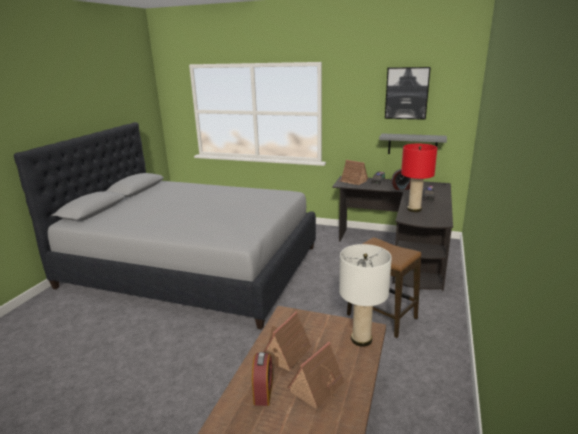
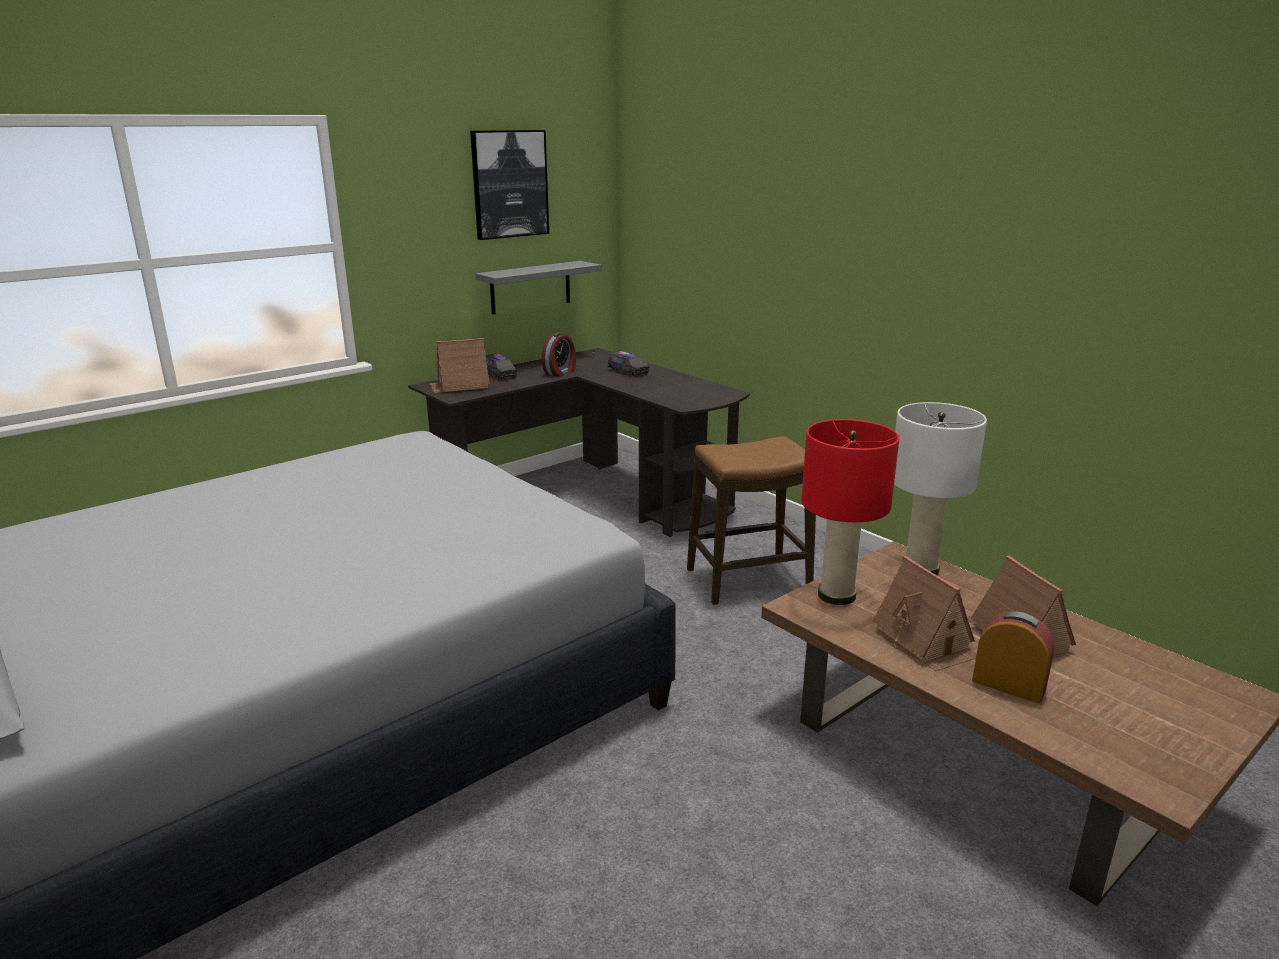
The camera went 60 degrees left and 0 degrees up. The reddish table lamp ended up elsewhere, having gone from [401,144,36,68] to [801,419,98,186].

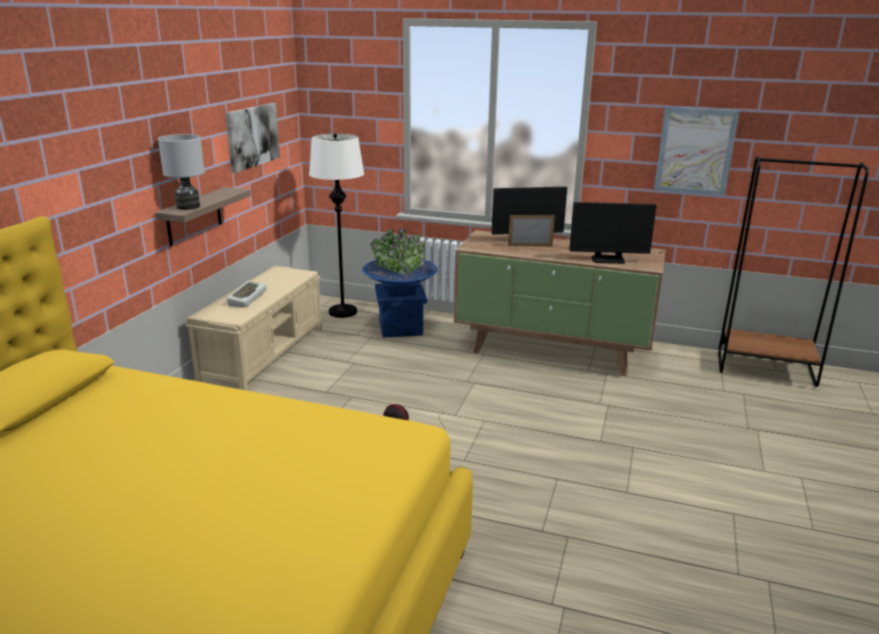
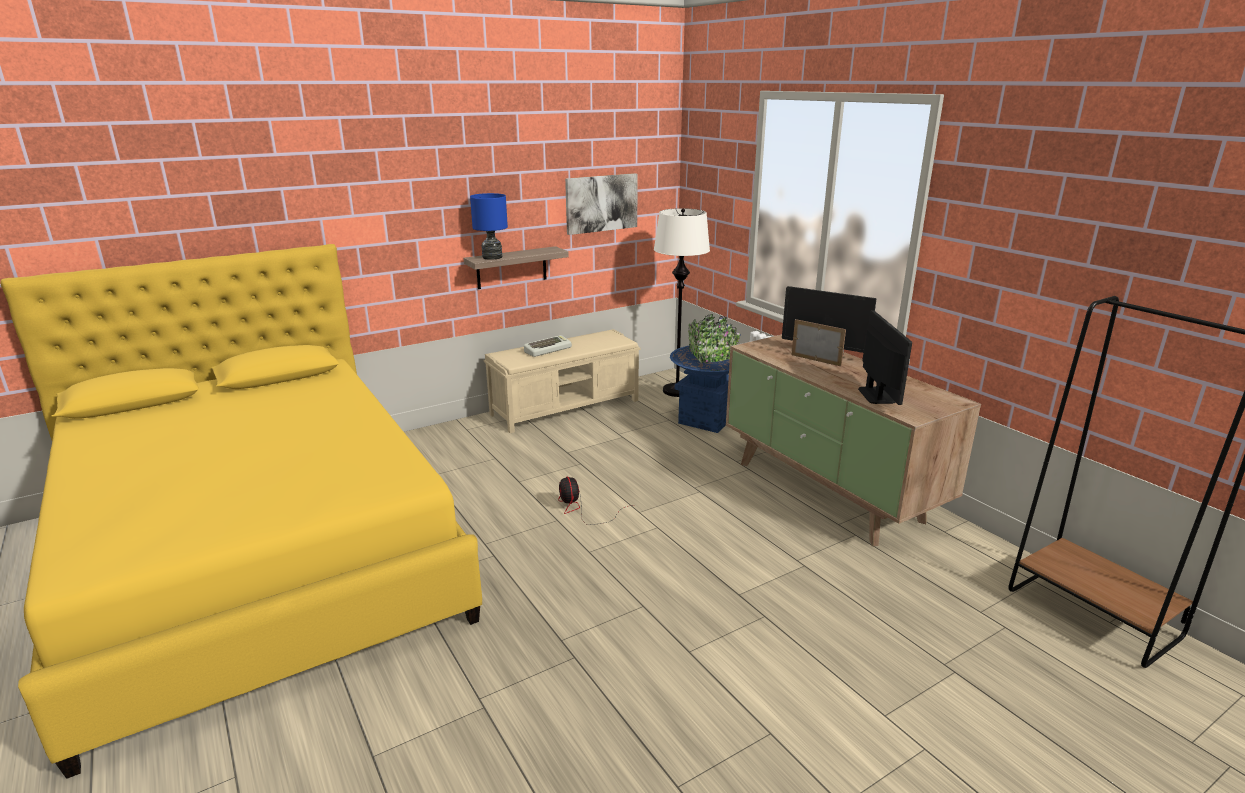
The camera went 40 degrees right and 0 degrees up. The second view lost the wall art at [654,107,86,89]. What was the grey table lamp at [158,134,47,76] turned into the bluish table lamp at [470,193,38,67]. The computer screen at [569,202,88,62] ended up facing another way, 135 degrees counterclockwise from before.

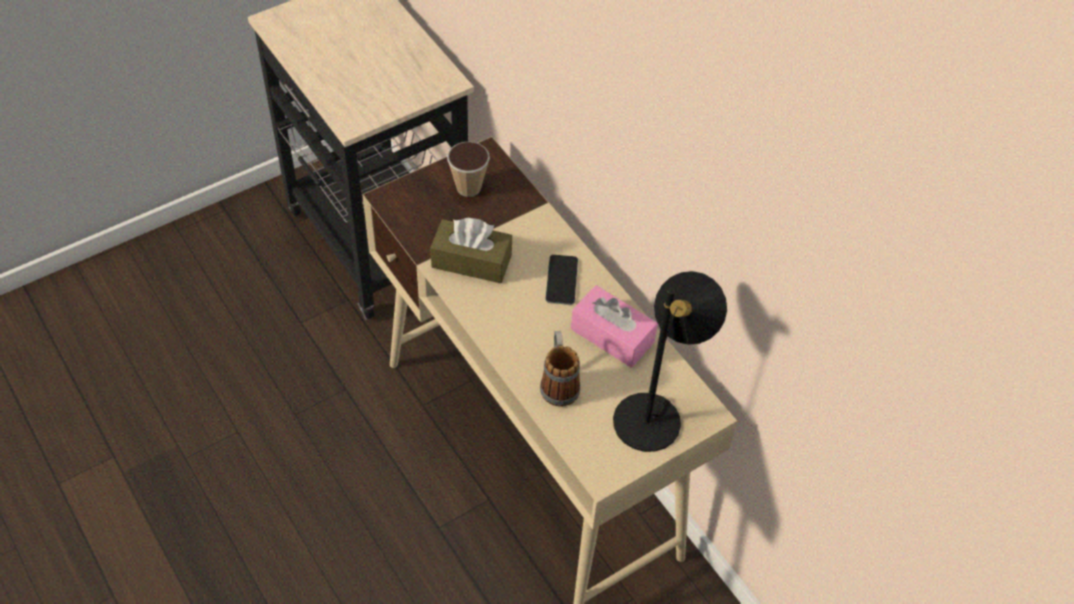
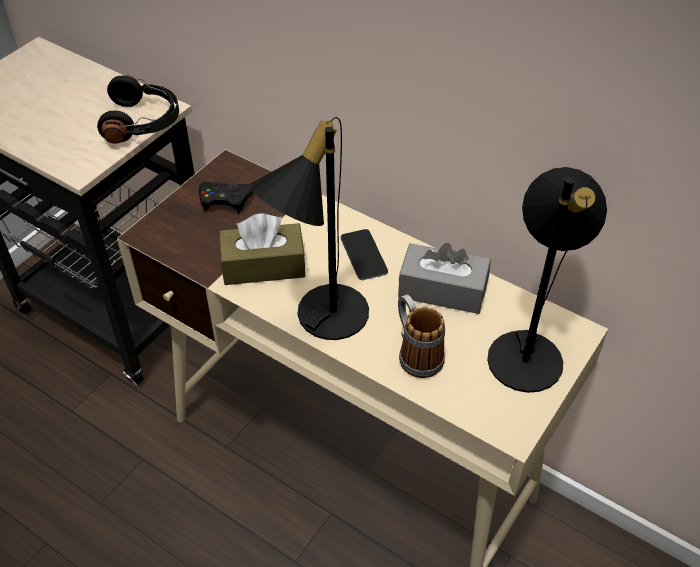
The camera went 20 degrees left and 5 degrees down. The second view gained the blackish headphones at [97,76,82,68]. The second view gained the blackish table lamp at [250,117,119,223]. Where the small cup stood at [447,142,43,55], the blackish joypad came to stand at [199,181,54,33]. What was the pinkish tissue box at [571,285,87,83] turned into the grey tissue box at [398,243,93,71].

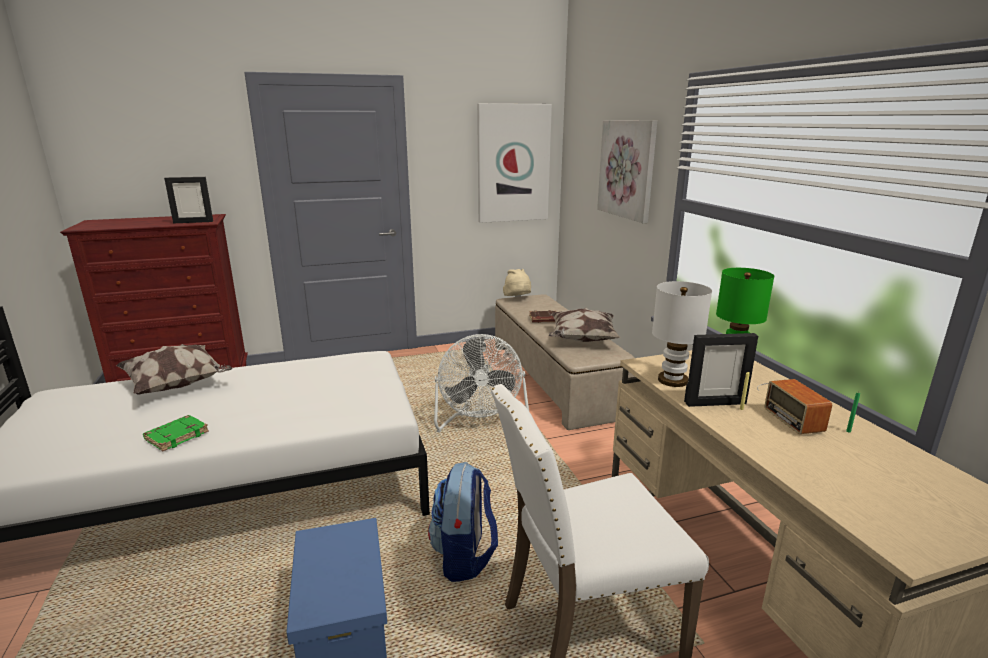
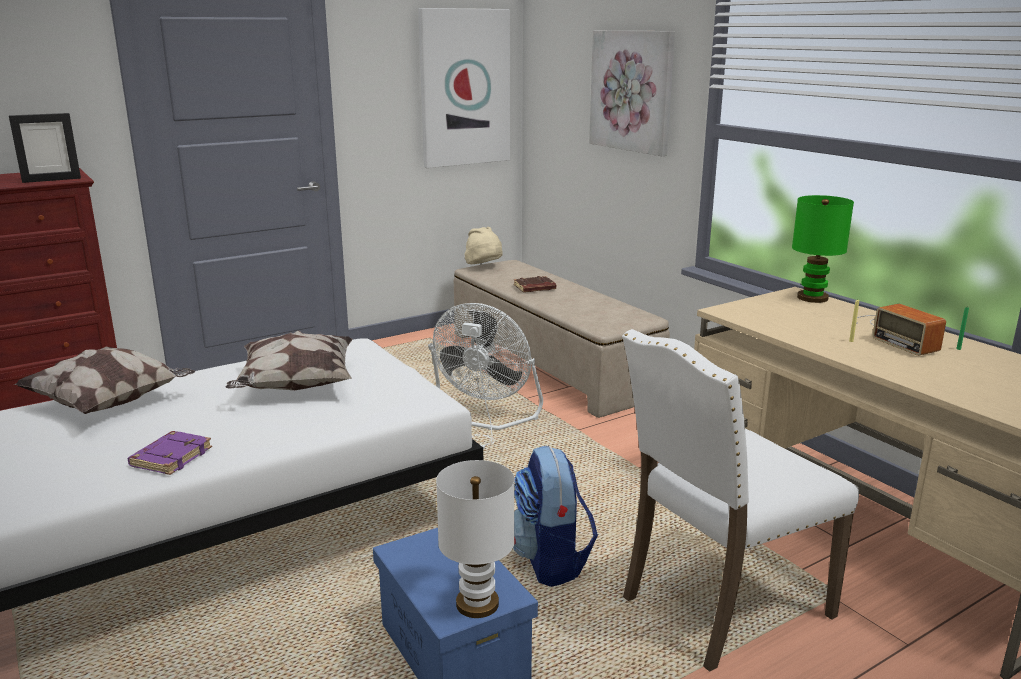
The camera went 15 degrees left and 0 degrees up. The second view lost the picture frame at [684,333,74,74]. The throw pillow ended up elsewhere, having gone from [549,308,72,34] to [225,331,127,59]. The white table lamp ended up elsewhere, having gone from [652,281,60,106] to [436,460,79,158]. What was the greenish bound book at [143,415,66,36] turned into the purple bound book at [128,431,84,44]. The white cooling fan at [434,334,95,98] ended up facing another way, 135 degrees counterclockwise from before.

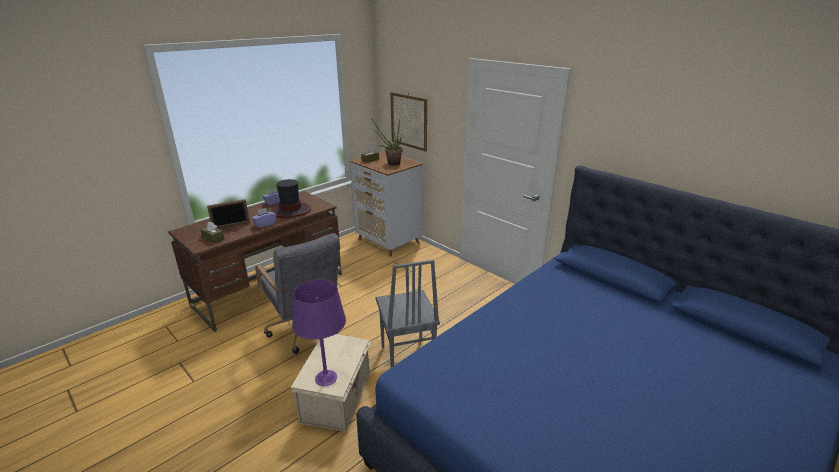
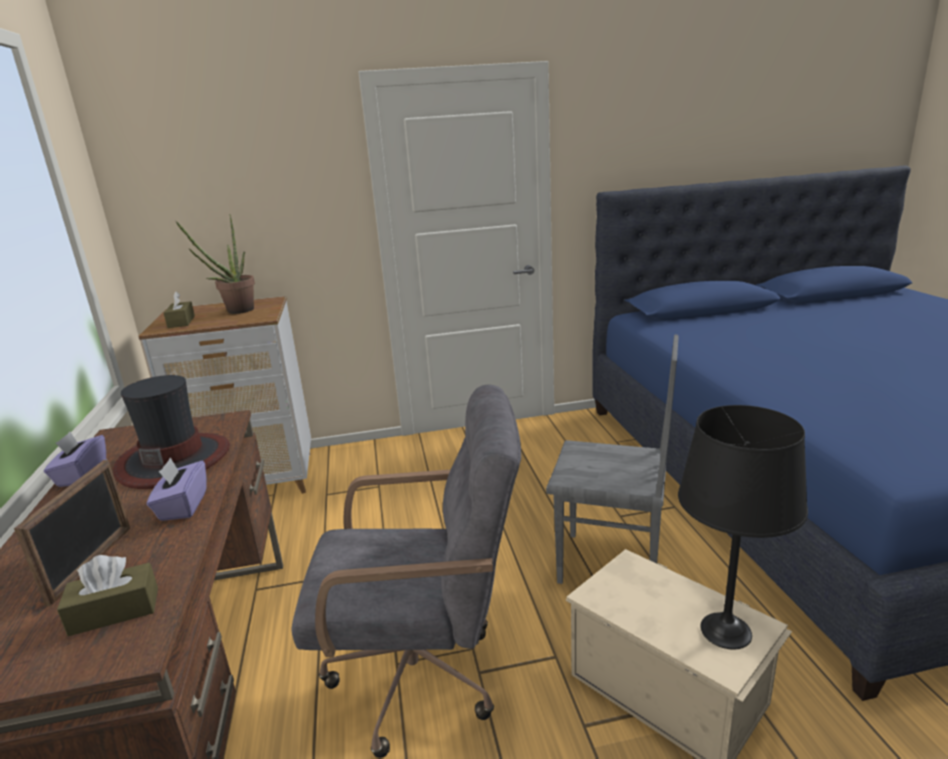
The camera went 55 degrees left and 5 degrees down. The second view lost the wall art at [390,92,37,60]. What was the purple table lamp at [292,280,54,106] turned into the blackish table lamp at [678,405,130,245].

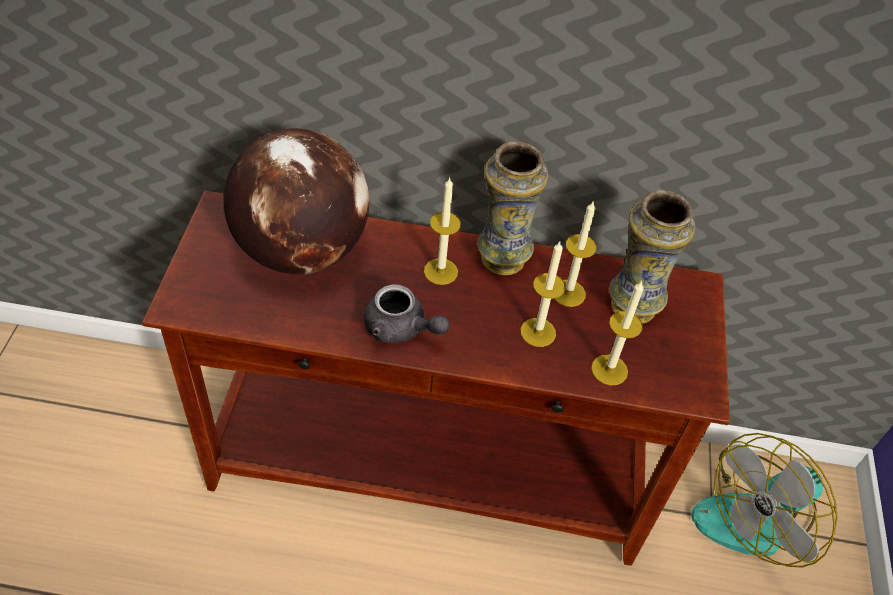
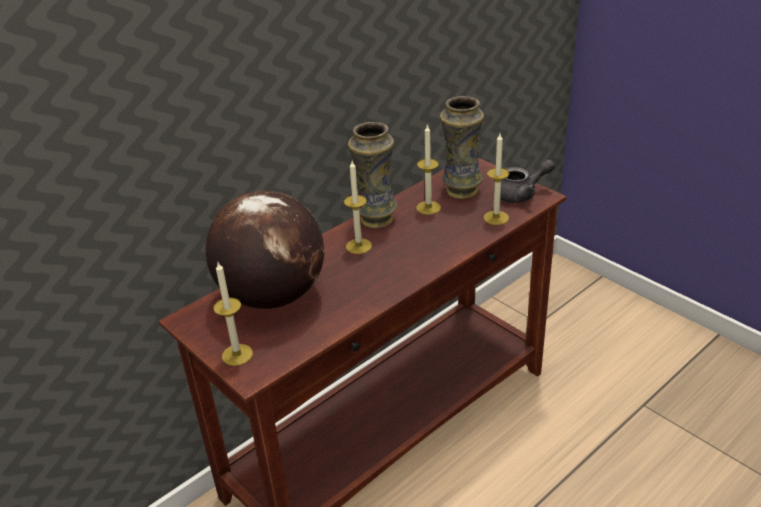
The camera went 45 degrees left and 15 degrees down. The second view lost the cooling fan at [691,433,147,135]. The grey pot for tea ended up elsewhere, having gone from [364,284,86,59] to [500,159,55,44]. The candle ended up elsewhere, having gone from [520,242,46,105] to [213,262,40,104].

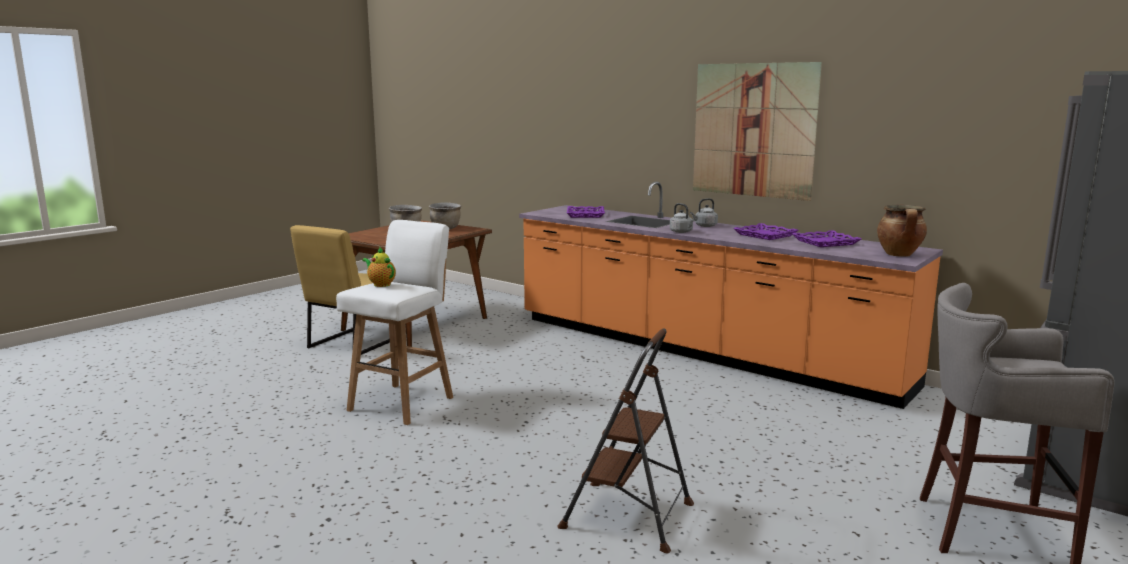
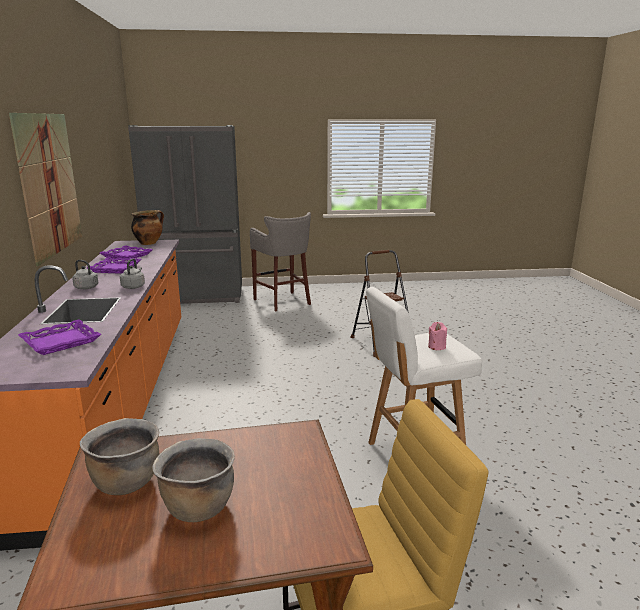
The camera went 135 degrees left and 5 degrees up. Where the pot for tea stood at [362,247,34,40], the pinkish candle came to stand at [428,322,19,28].

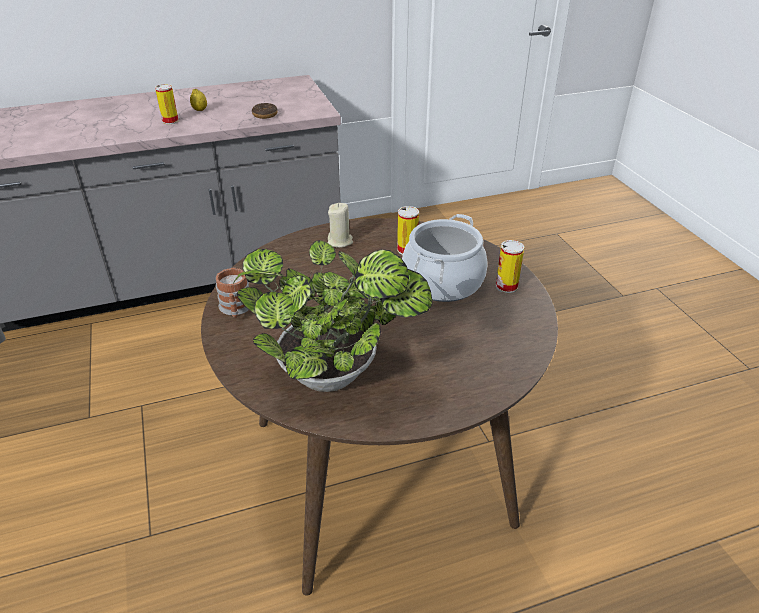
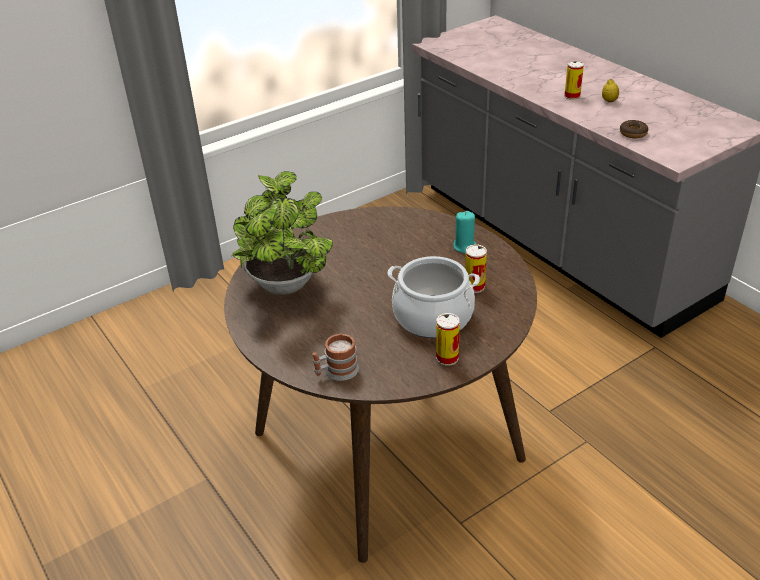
The camera went 75 degrees right and 0 degrees up. The mug ended up elsewhere, having gone from [216,268,33,50] to [312,333,47,48]. What was the beige-coloured candle at [328,203,25,45] turned into the turquoise-coloured candle at [453,211,23,43].

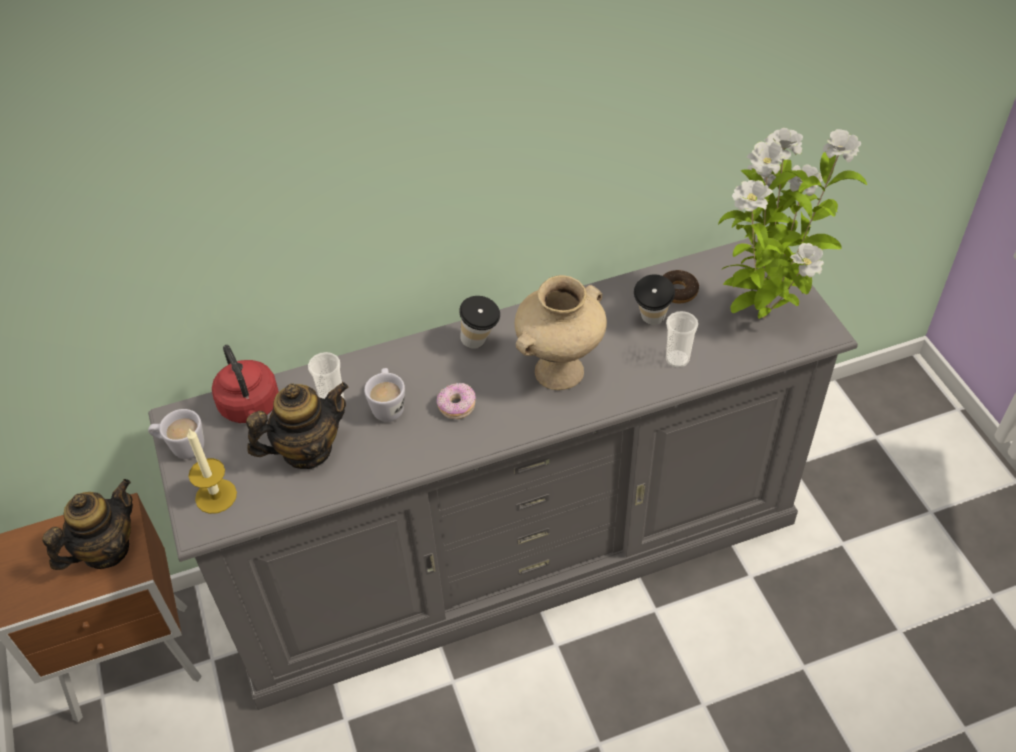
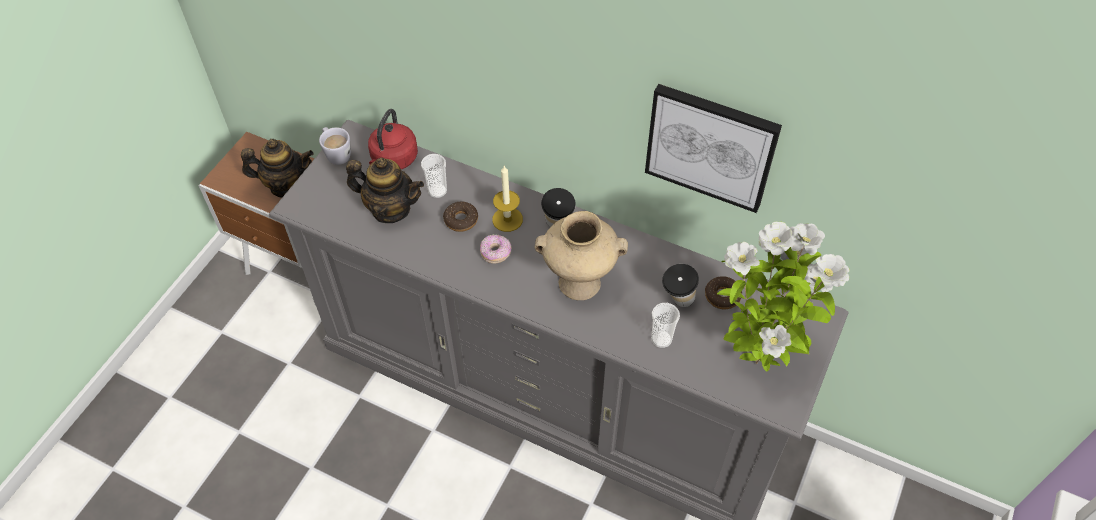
The camera went 45 degrees right and 5 degrees up. The second view gained the wall art at [645,84,137,129]. The candle ended up elsewhere, having gone from [187,429,50,85] to [492,166,31,66]. Where the white mug stood at [364,368,41,54], the doughnut came to stand at [443,202,35,30].

